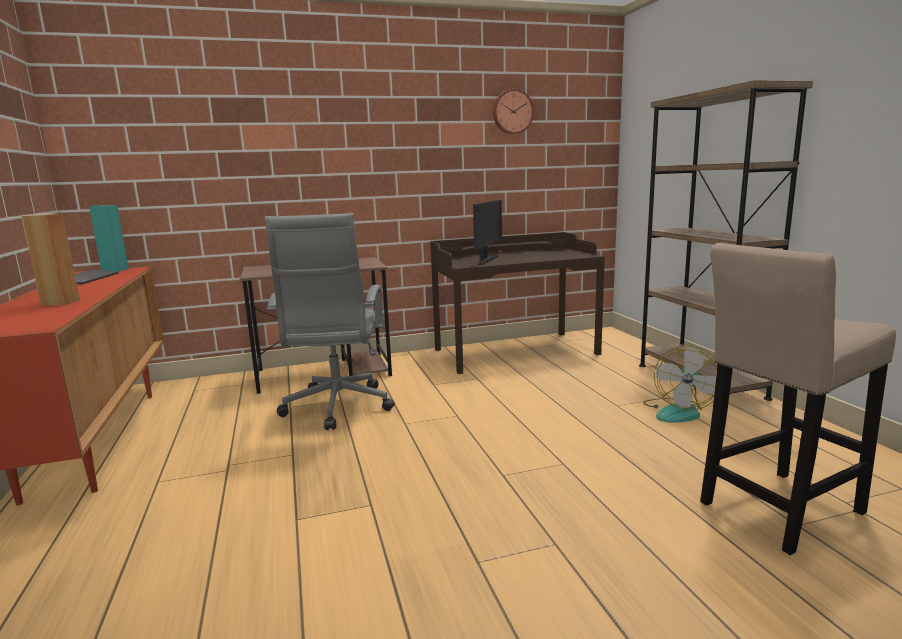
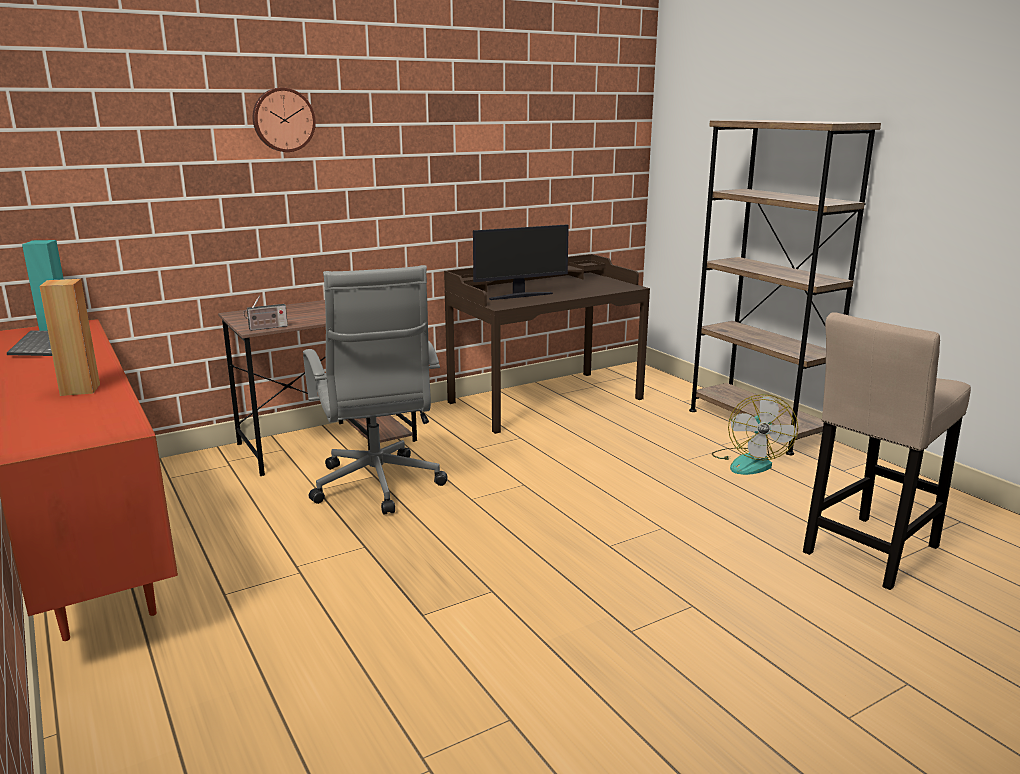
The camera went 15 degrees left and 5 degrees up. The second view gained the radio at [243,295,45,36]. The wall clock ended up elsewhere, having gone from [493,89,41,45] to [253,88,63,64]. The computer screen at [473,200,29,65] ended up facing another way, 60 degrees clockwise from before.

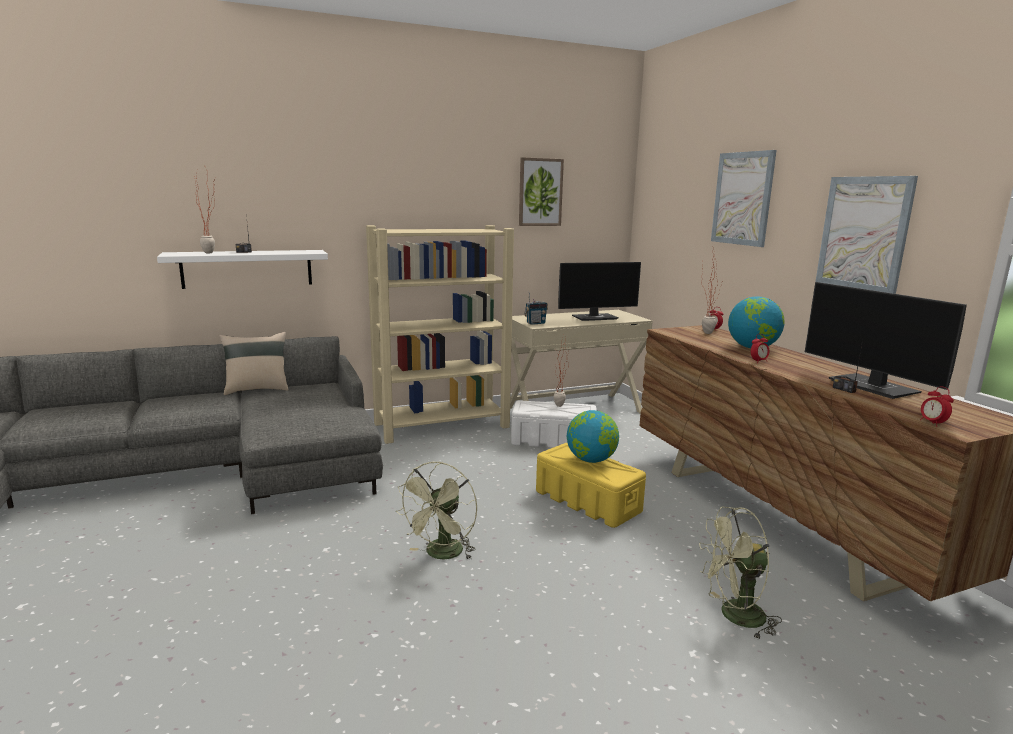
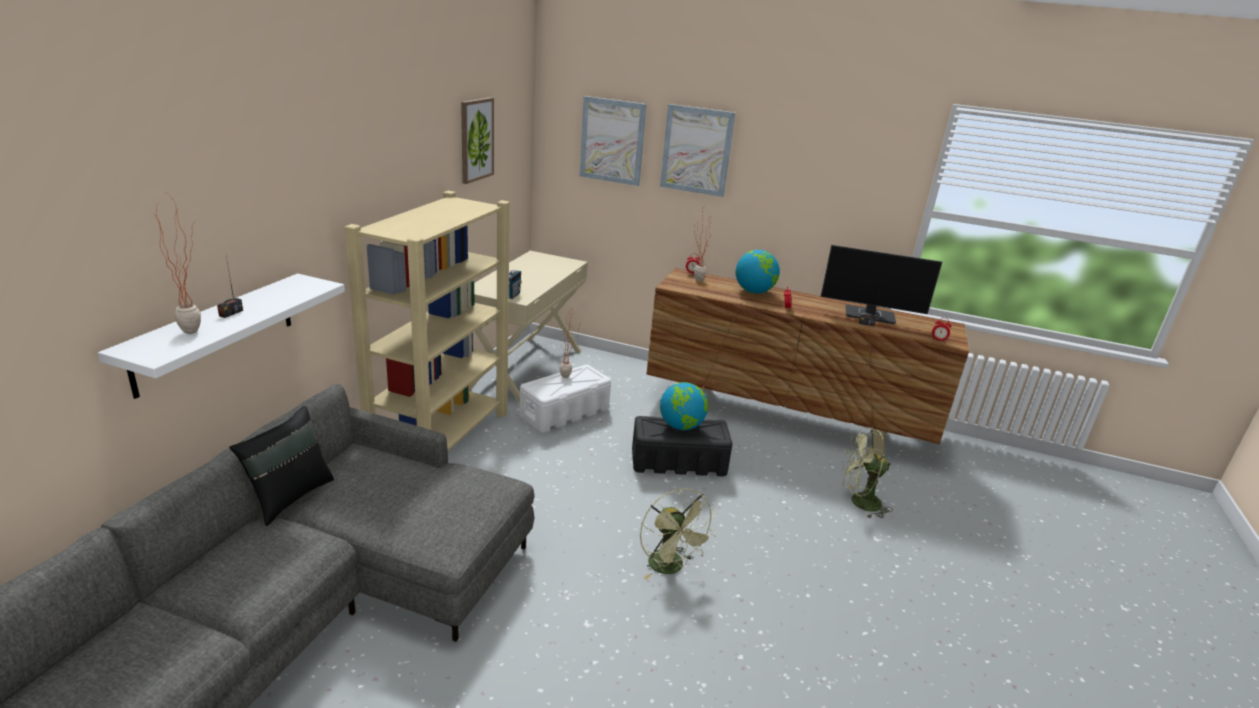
The camera went 50 degrees left and 10 degrees up. The second view lost the computer screen at [558,262,83,59]. The wall art ended up elsewhere, having gone from [816,176,102,118] to [580,96,67,90]. What was the beige-coloured throw pillow at [219,332,70,63] turned into the blackish throw pillow at [229,406,105,120]. What was the yellow storage bin at [536,443,110,85] turned into the blackish storage bin at [632,416,100,60]. The greenish cooling fan at [699,506,83,133] ended up facing another way, 60 degrees clockwise from before.

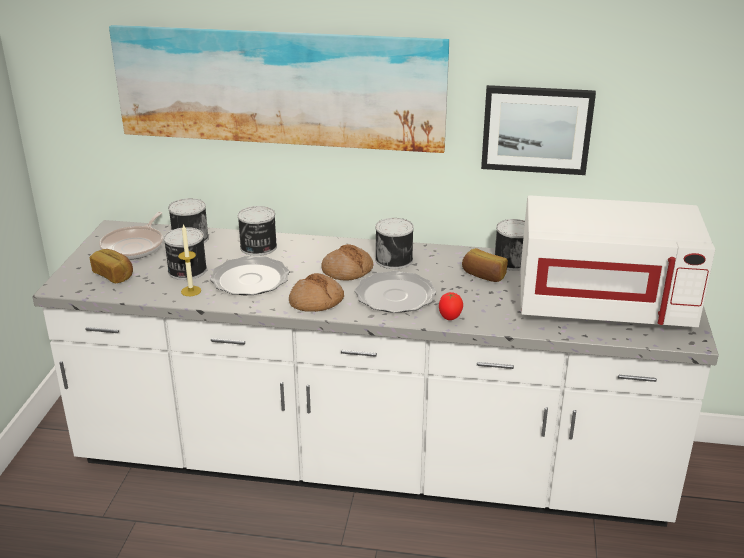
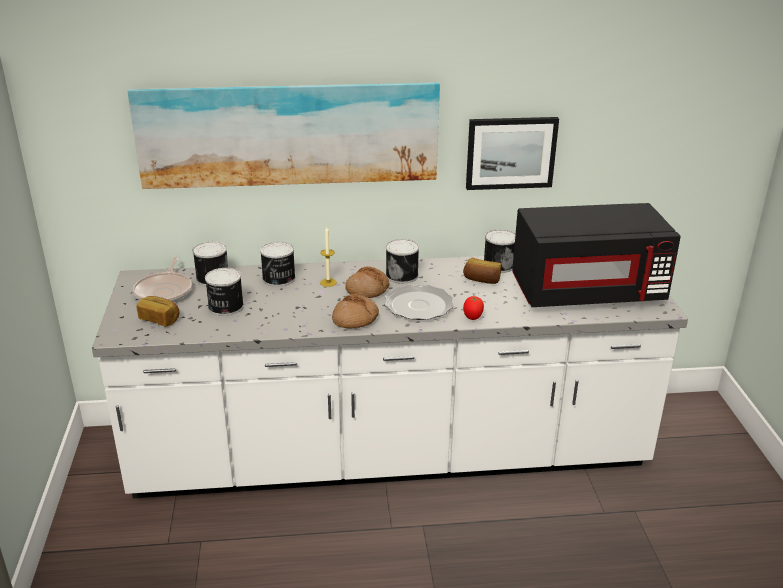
The camera went 15 degrees left and 0 degrees up. The second view lost the flat dish at [210,256,80,39]. The candle ended up elsewhere, having gone from [178,224,23,72] to [320,227,17,60]. What was the white kitchen microwave at [521,196,194,131] turned into the blackish kitchen microwave at [512,203,169,104].

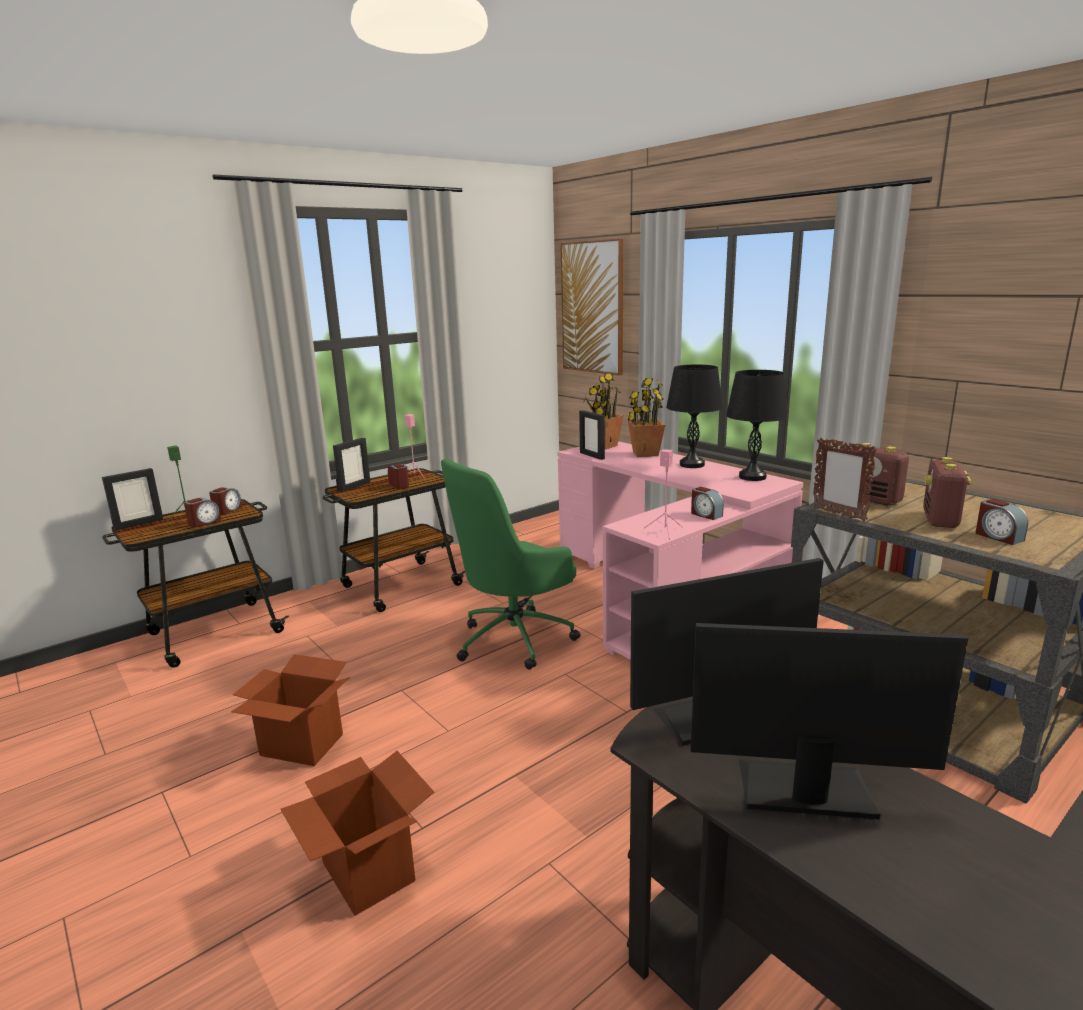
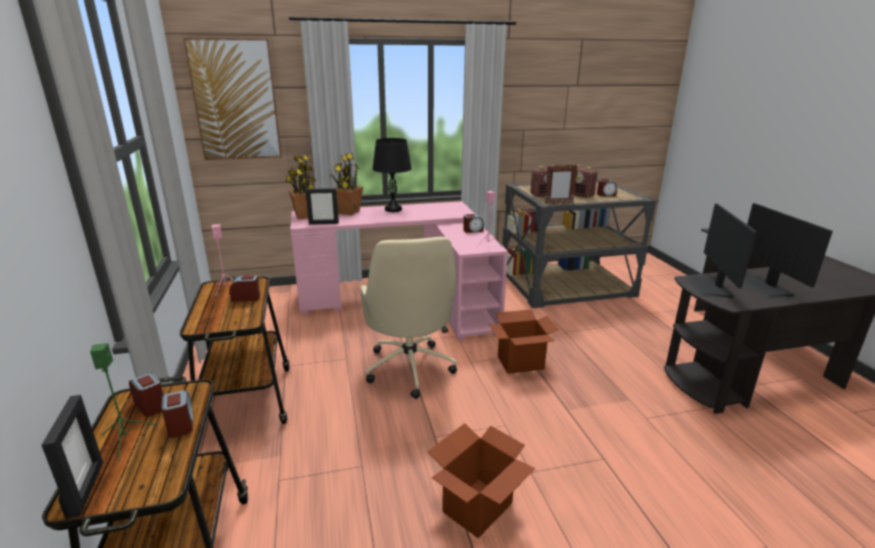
The camera went 65 degrees left and 5 degrees up. The second view lost the picture frame at [333,438,37,54]. The second view lost the blackish table lamp at [726,370,62,111]. The carton ended up elsewhere, having gone from [280,751,154,165] to [489,309,70,65]. What was the greenish desk chair at [441,459,140,211] turned into the beige-coloured desk chair at [360,237,97,162]. The computer screen at [690,623,278,197] ended up facing another way, 45 degrees counterclockwise from before.

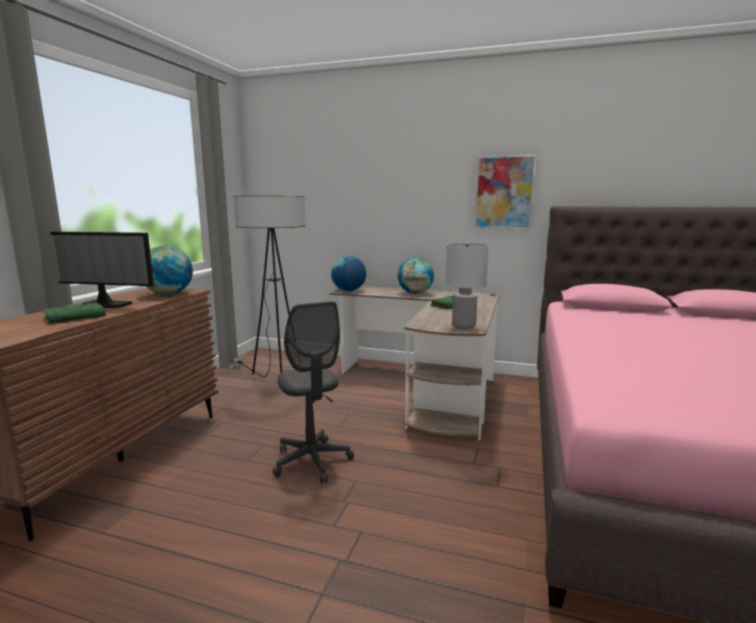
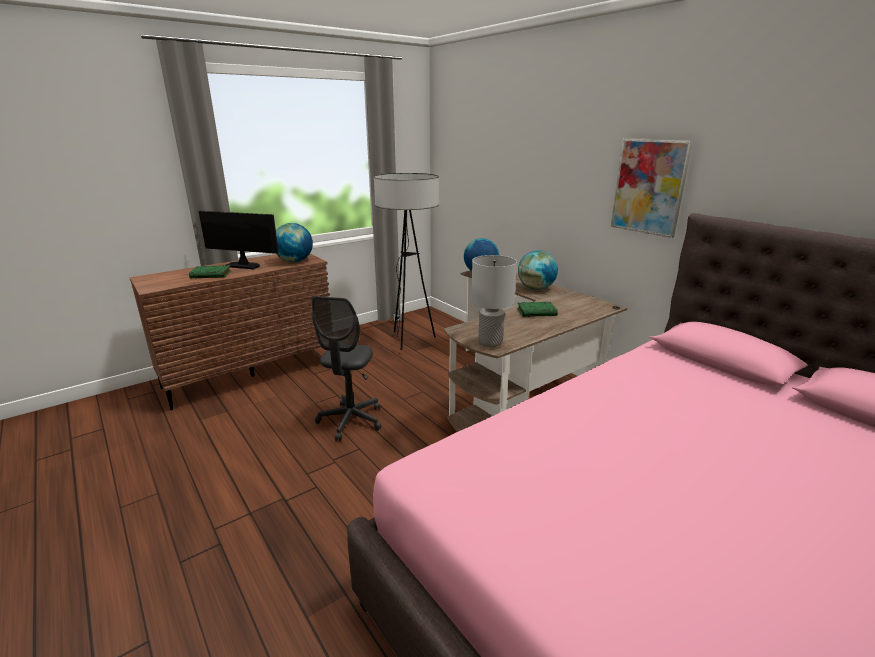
The camera went 35 degrees right and 10 degrees up. The computer screen at [50,232,104,76] ended up facing another way, 150 degrees clockwise from before.

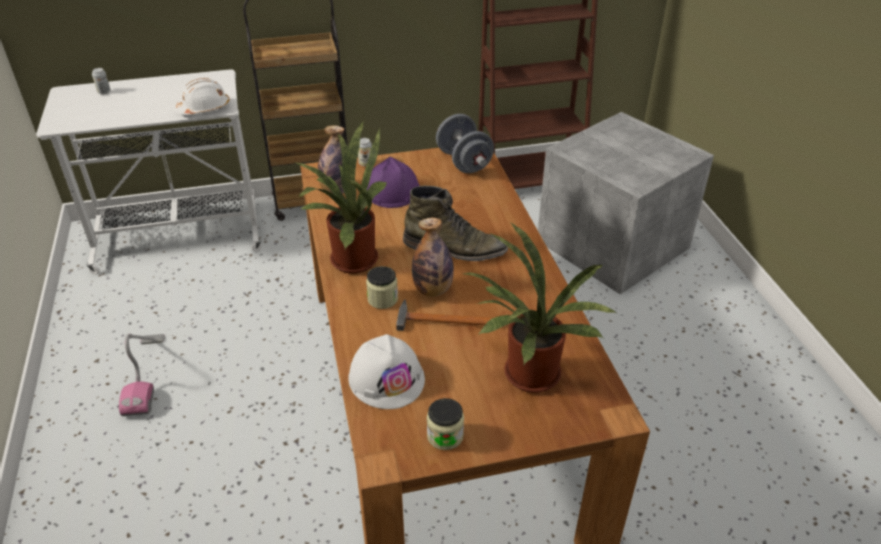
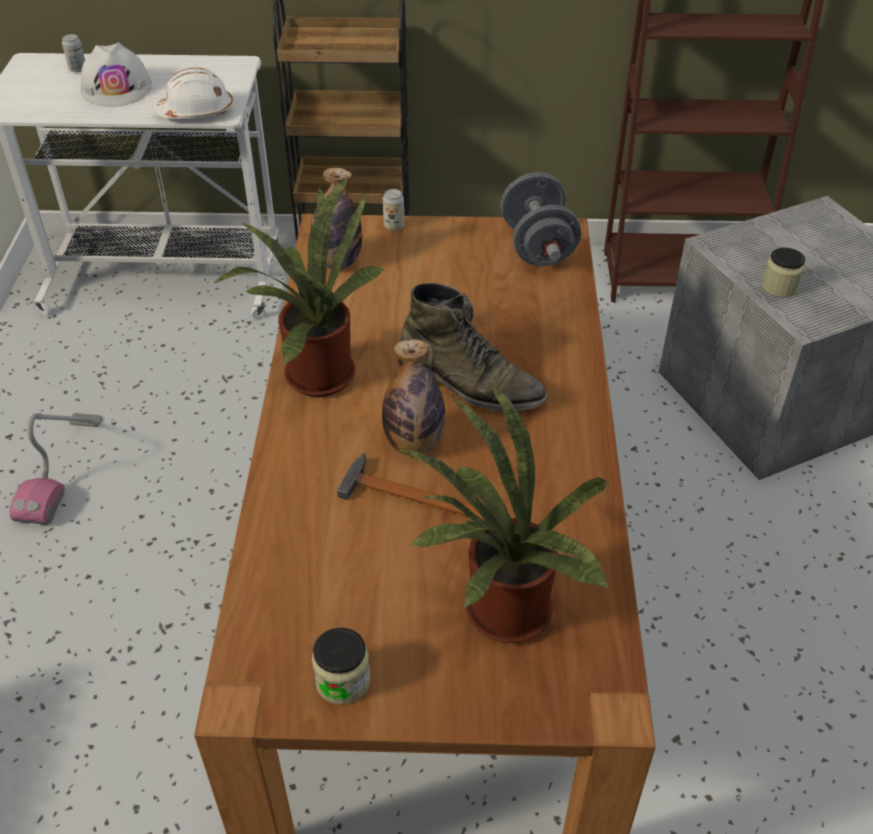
The camera went 15 degrees right and 5 degrees up. The second view lost the purple safety helmet at [367,157,53,51]. The white safety helmet ended up elsewhere, having gone from [348,334,77,75] to [81,43,71,64]. The preserve jar ended up elsewhere, having gone from [366,266,32,43] to [762,247,44,51].

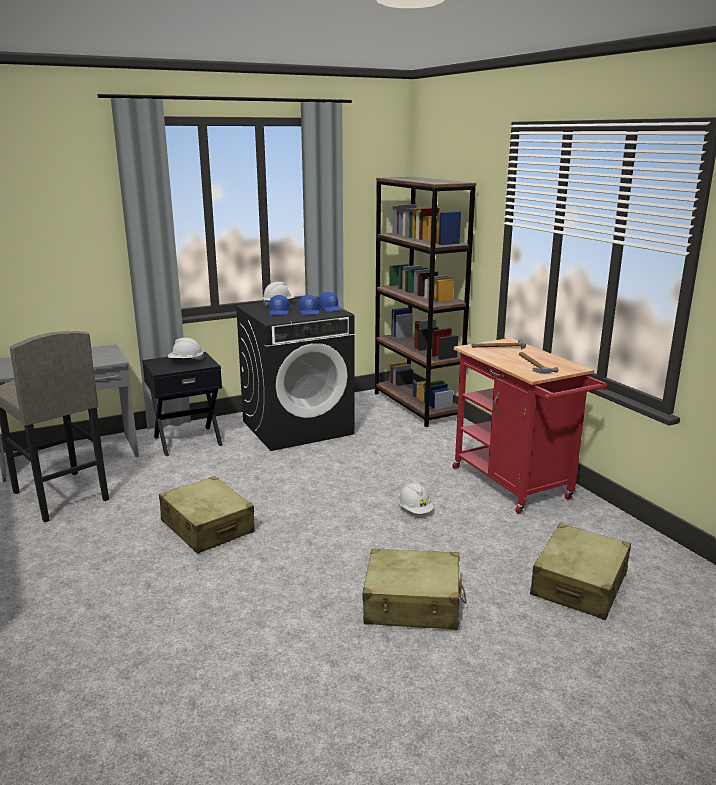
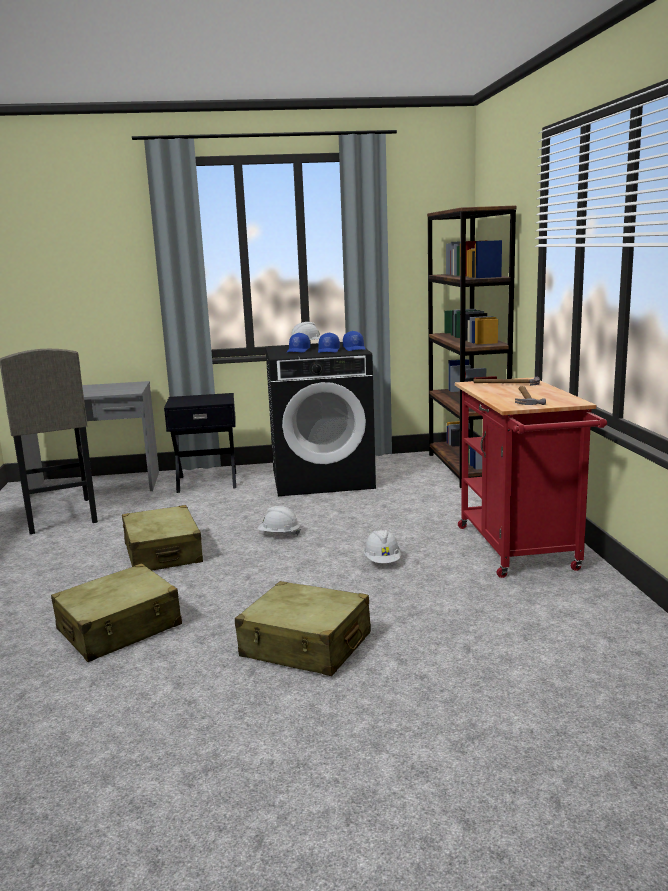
The camera went 20 degrees right and 5 degrees down. The white safety helmet ended up elsewhere, having gone from [168,338,36,23] to [257,506,44,29]. The beige-coloured suitcase ended up elsewhere, having gone from [530,523,101,97] to [51,563,131,99].

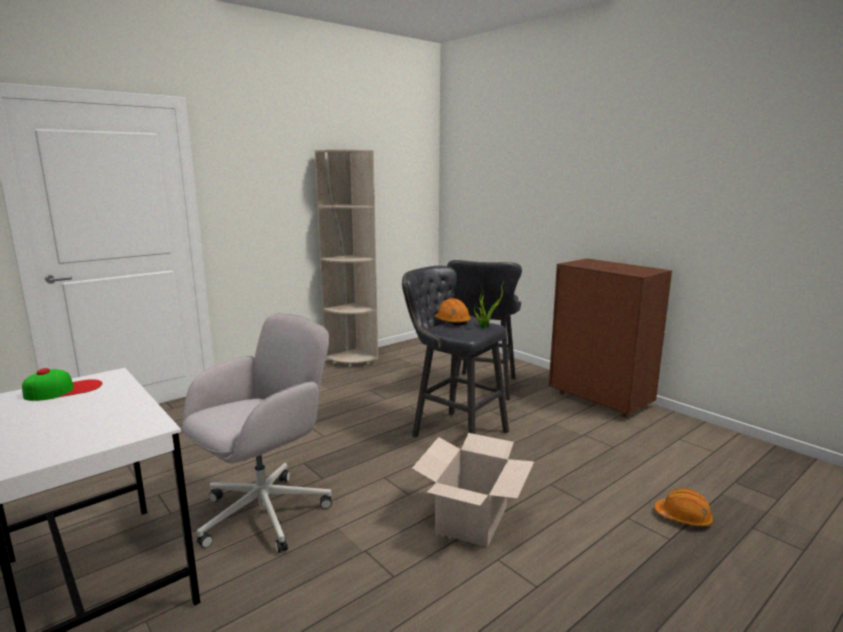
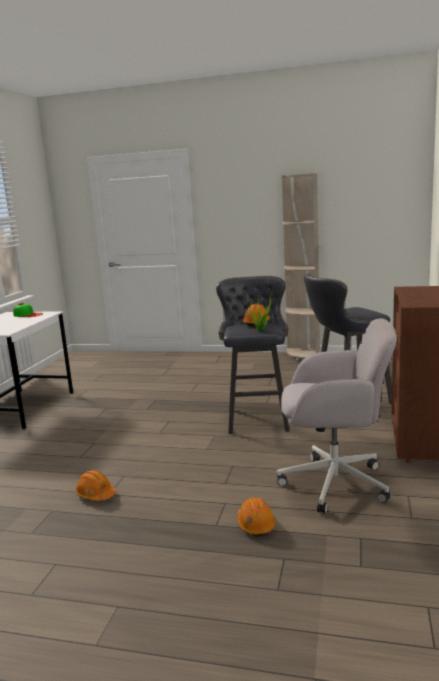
The camera went 55 degrees right and 0 degrees up. The second view lost the carton at [412,433,122,114]. The second view gained the orangey safety helmet at [75,470,41,31]. The grey desk chair ended up elsewhere, having gone from [182,313,150,240] to [277,318,120,195].

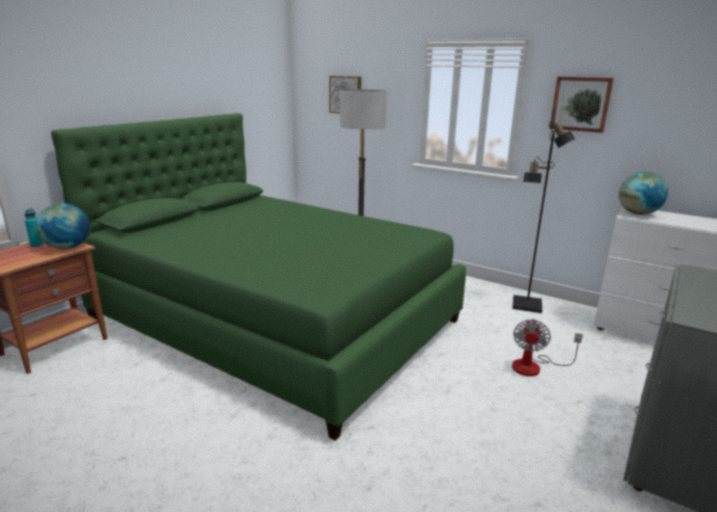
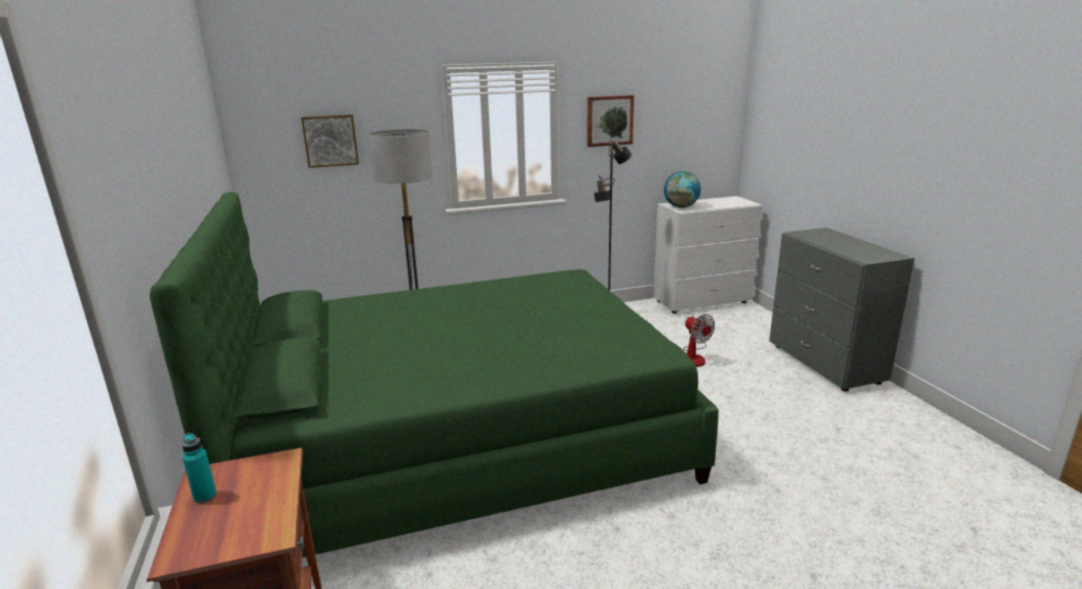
The camera went 50 degrees left and 0 degrees up. The second view lost the globe at [36,203,54,46].

